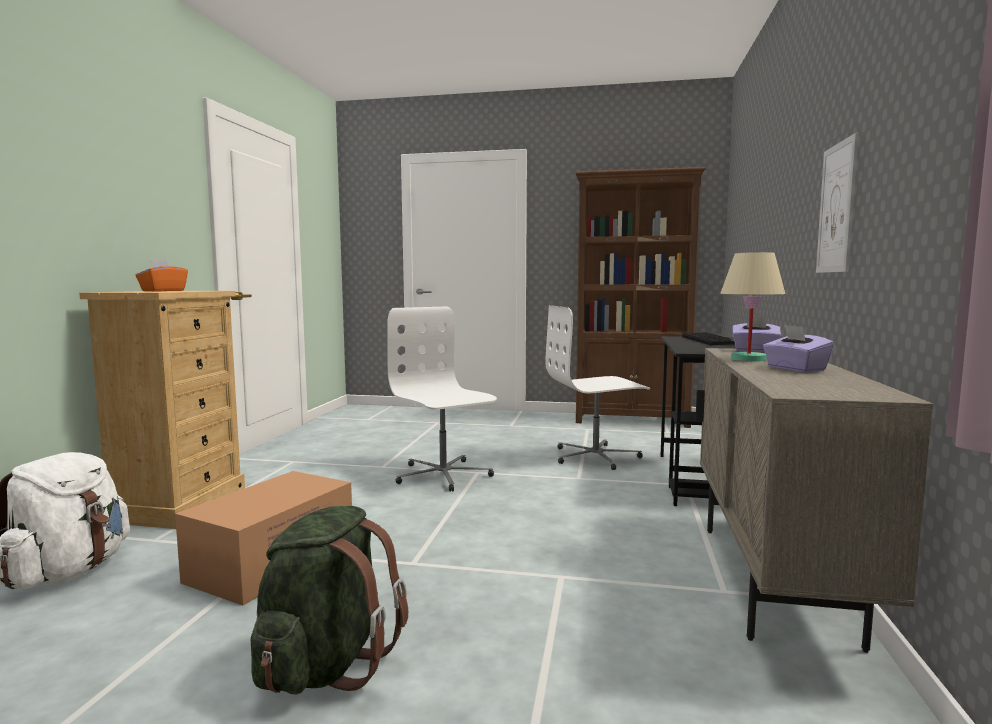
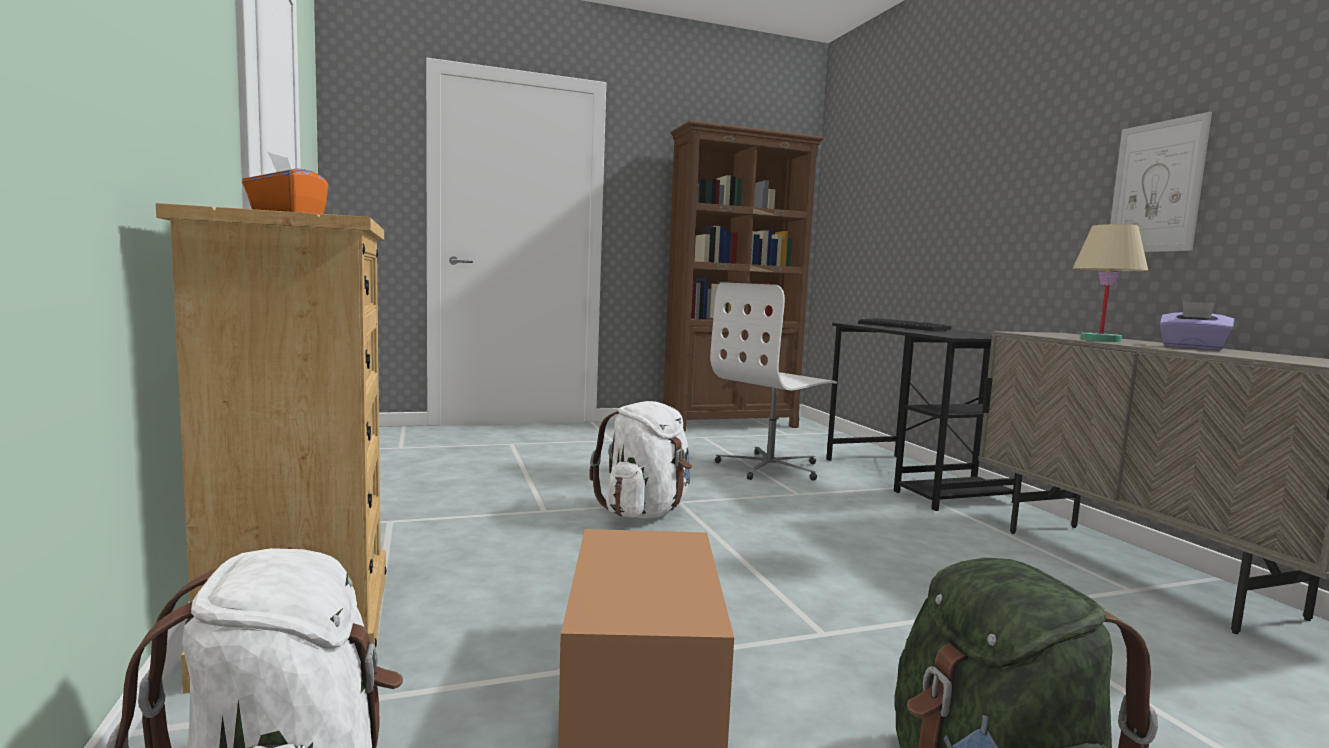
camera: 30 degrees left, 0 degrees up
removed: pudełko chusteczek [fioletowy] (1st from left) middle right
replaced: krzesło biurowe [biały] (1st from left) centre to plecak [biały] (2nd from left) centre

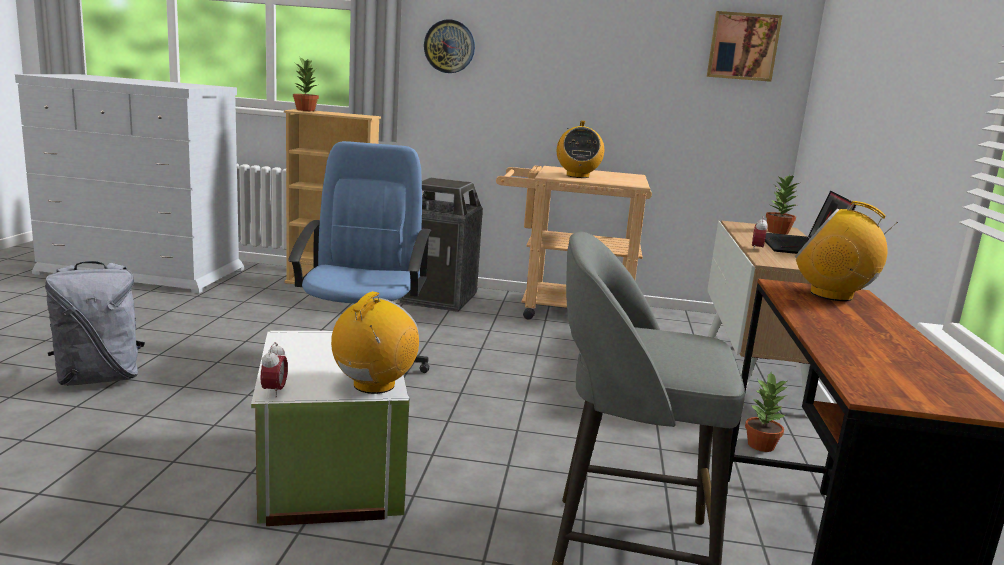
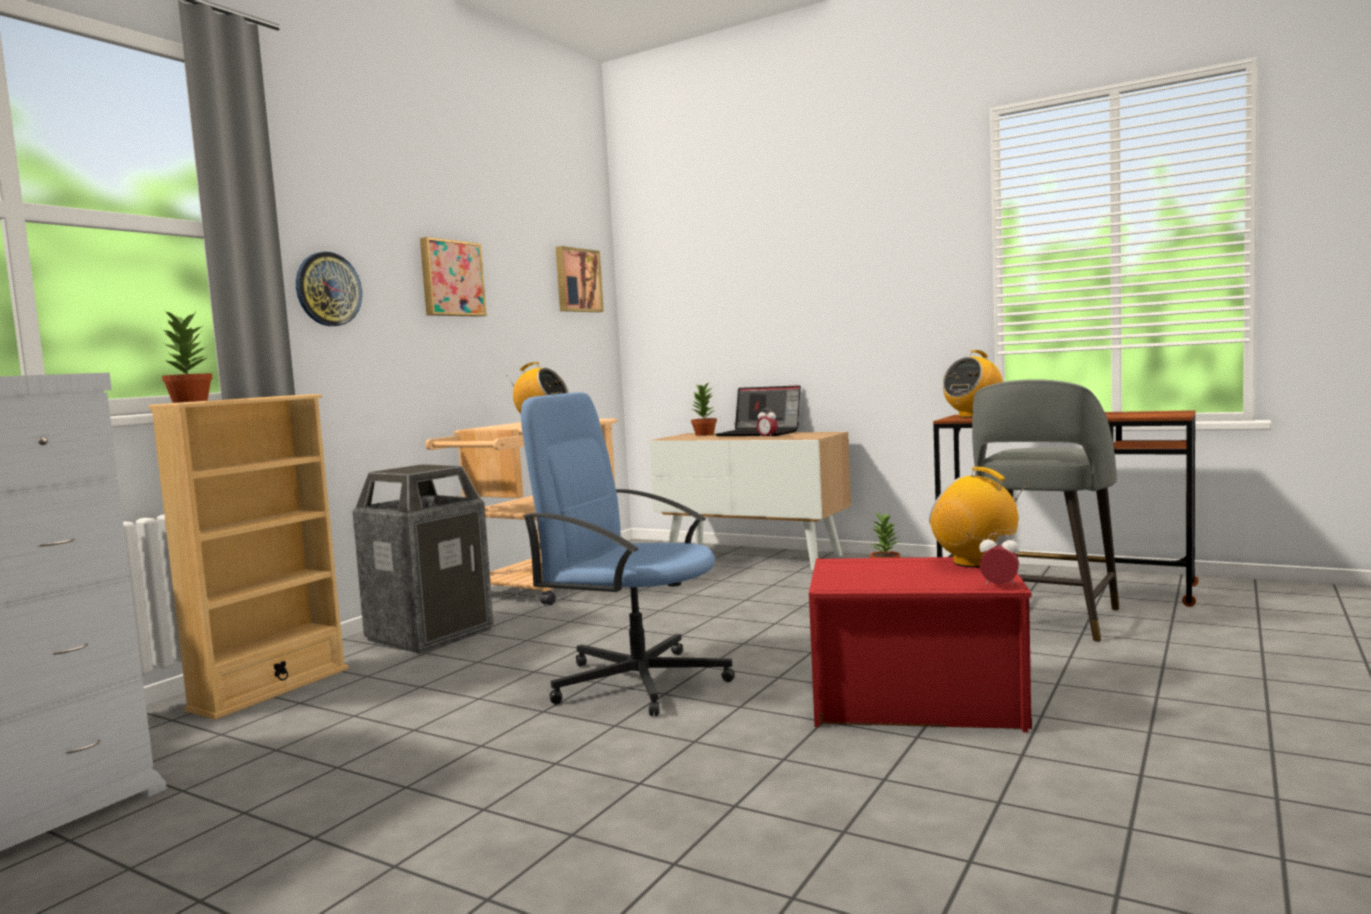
camera: 65 degrees left, 10 degrees down
removed: plecak [szary] middle left
added: obraz (1st from left) top left
recoloured: pojemnik do przechowywania [biały] bottom left to pojemnik do przechowywania [czerwony] bottom right

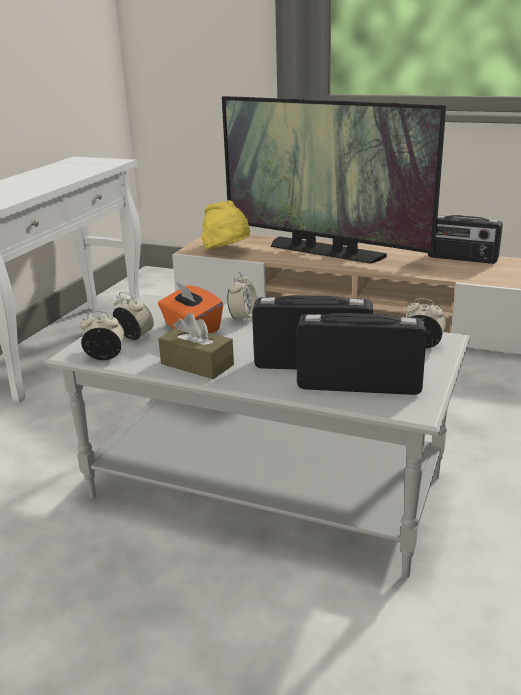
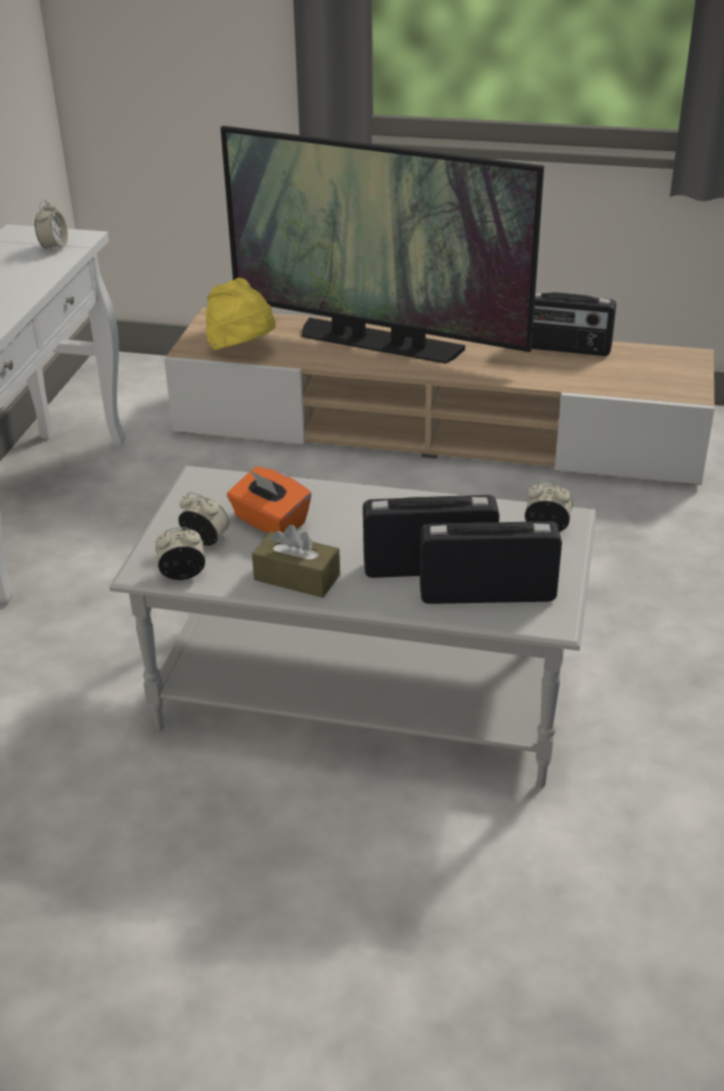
camera: 10 degrees left, 10 degrees up
moved: budzik (3rd from left in the first image) centre to budzik (1st from left) top left

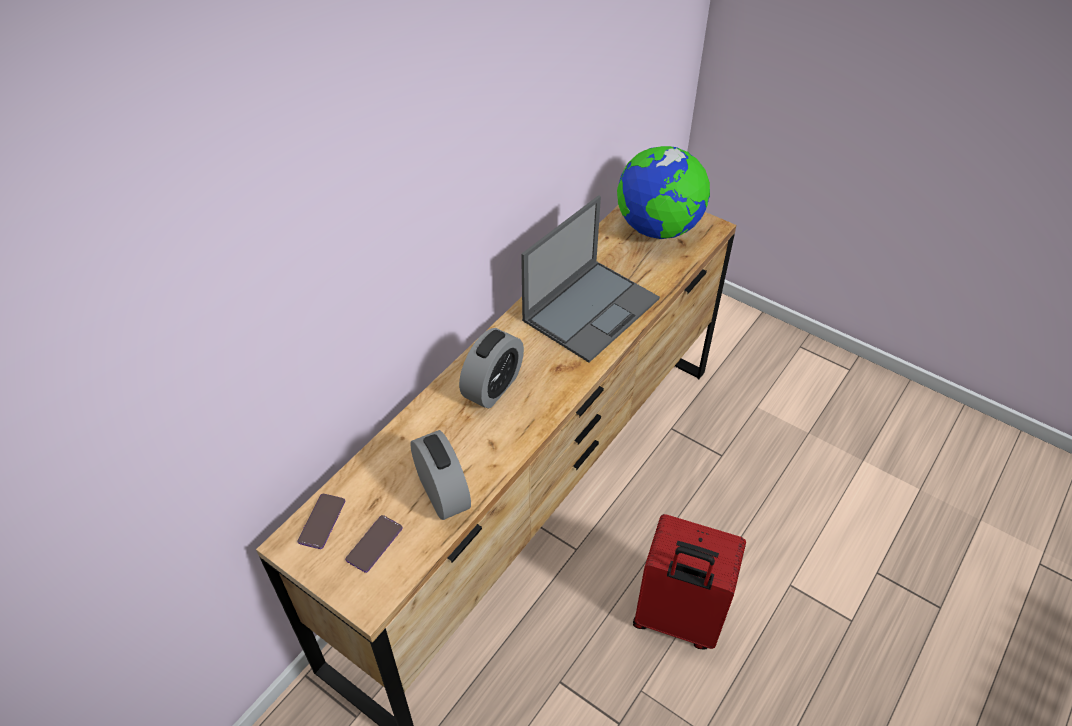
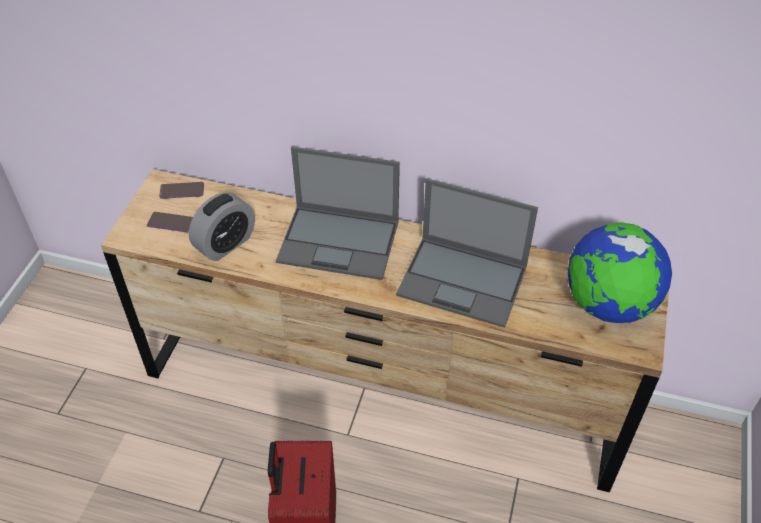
camera: 70 degrees right, 0 degrees up
replaced: budzik (2nd from left) centre to laptop (1st from left) centre

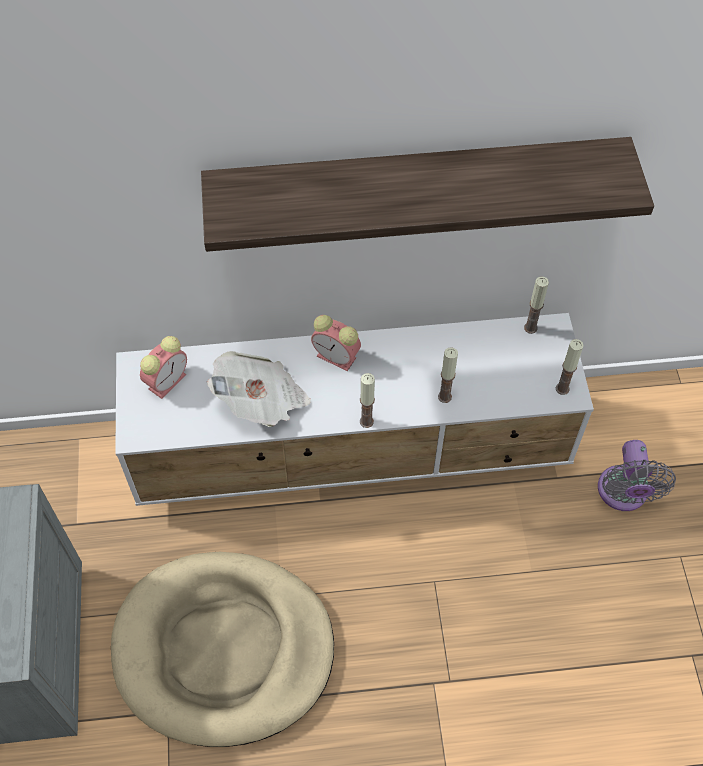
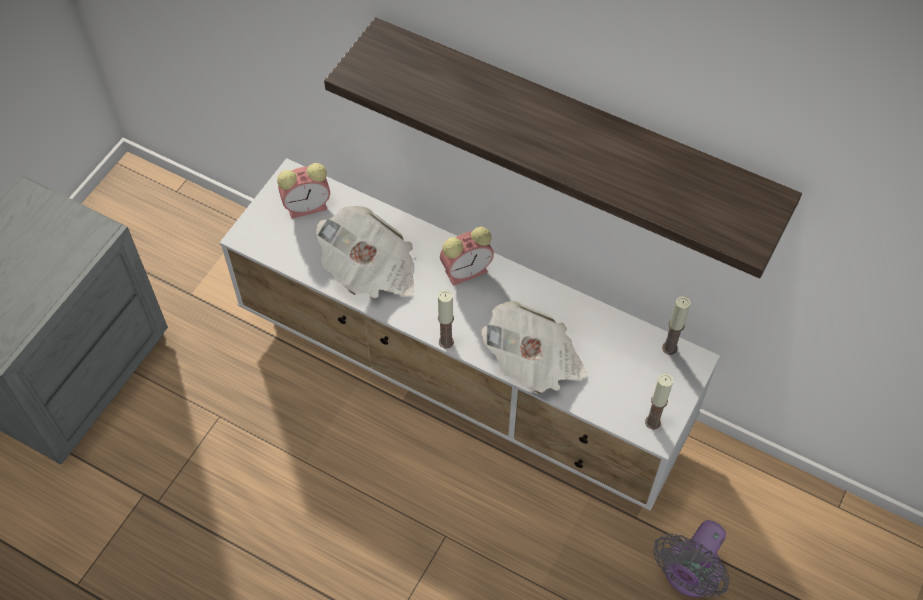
camera: 35 degrees right, 0 degrees up
removed: legowisko [beżowy] bottom left
replaced: świeca (2nd from left) centre to gazeta (2nd from left) centre
turned: budzik (2nd from left) centre = centre 90 degrees counterclockwise

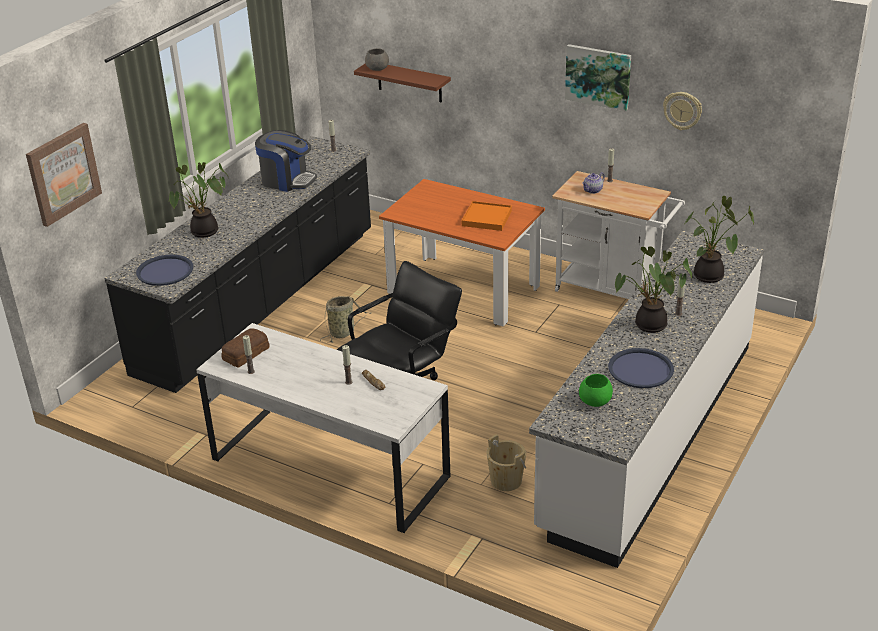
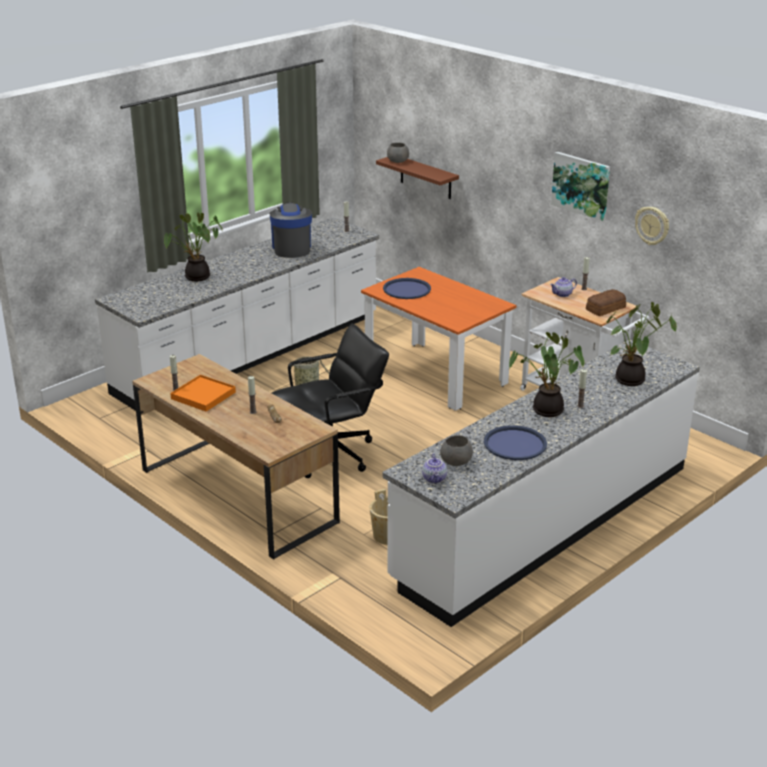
camera: 15 degrees right, 5 degrees down
removed: obraz (1st from left) top left
added: imbryk (1st from left) centre
moved: taca [niebieski] (1st from left) middle left to centre; chleb (1st from left in the first image) middle left to chleb (2nd from left) middle right; taca [pomarańczowy] centre to middle left
recoloured: zabudowa kuchenna [czarny] middle left to zabudowa kuchenna [biały] (1st from left) middle left; biurko [biały] bottom centre to biurko [brązowy] middle left; miska [zielony] middle right to miska [szary] (2nd from left) centre
turned: ekspres do kawy top left = top centre 135 degrees counterclockwise

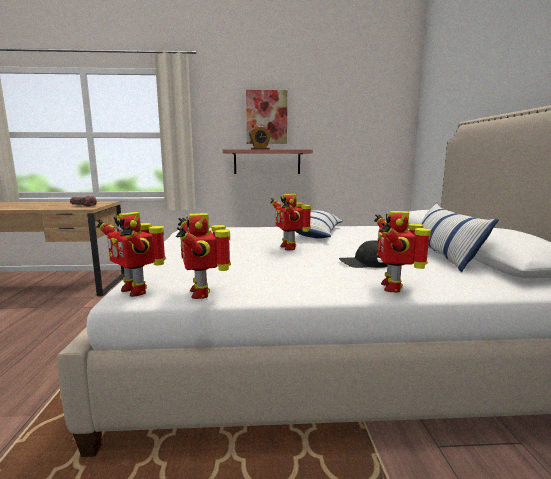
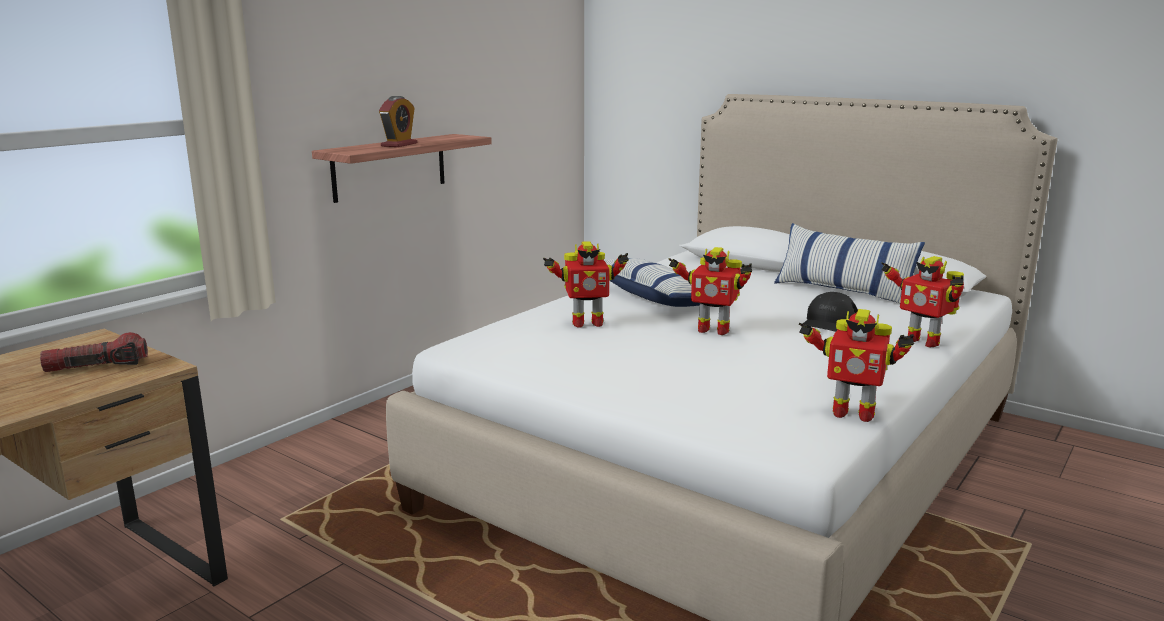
camera: 50 degrees left, 5 degrees up
removed: obraz top centre
moved: robot zabawkowy (1st from left) middle left to centre

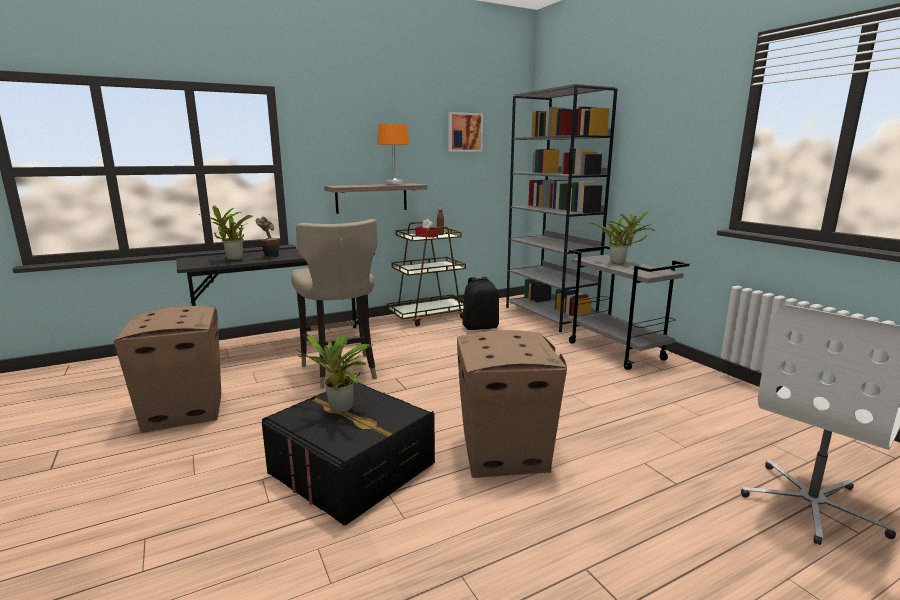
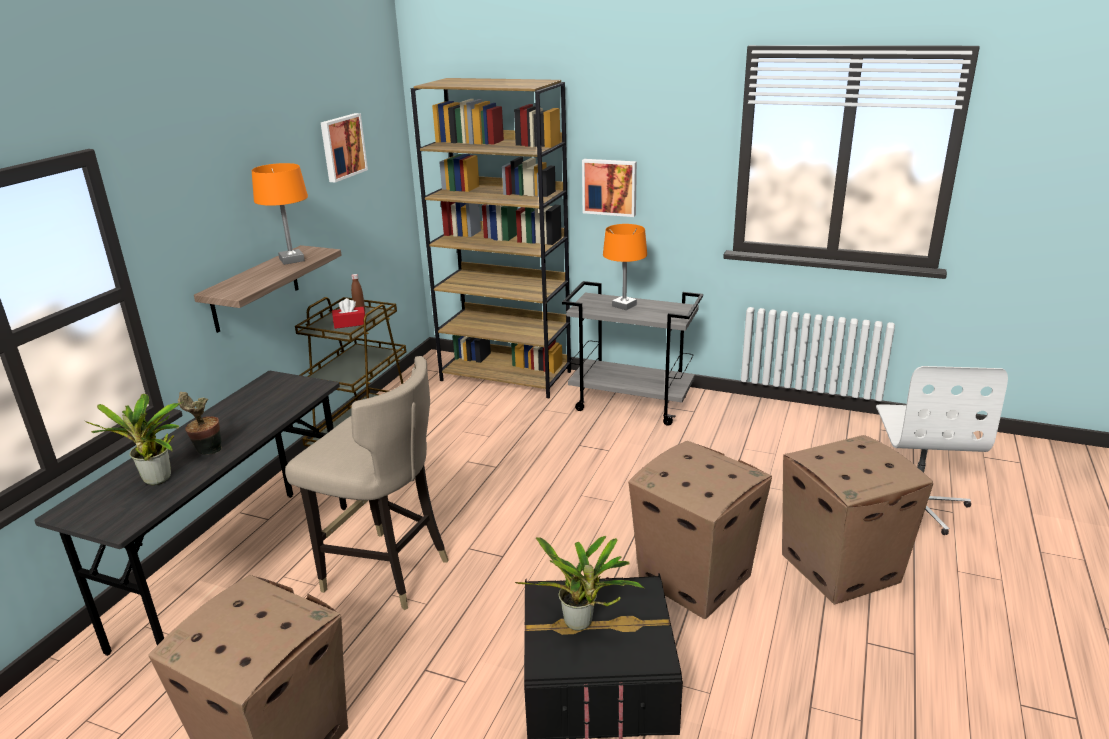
camera: 40 degrees left, 10 degrees up
removed: plecak [czarny] centre
added: obraz (2nd from left) top centre; karton (3rd from left) bottom right
replaced: roślina doniczkowa (4th from left) middle right to lampa stołowa [pomarańczowy] (2nd from left) centre
recoloured: regał [szary] centre to regał [brązowy] top centre

